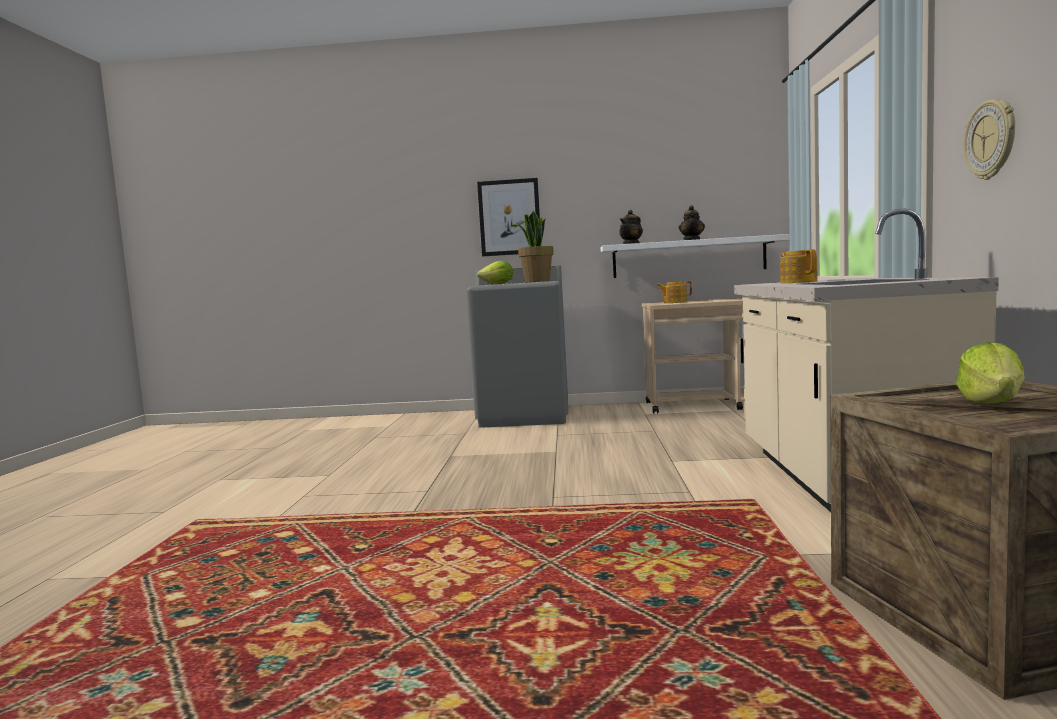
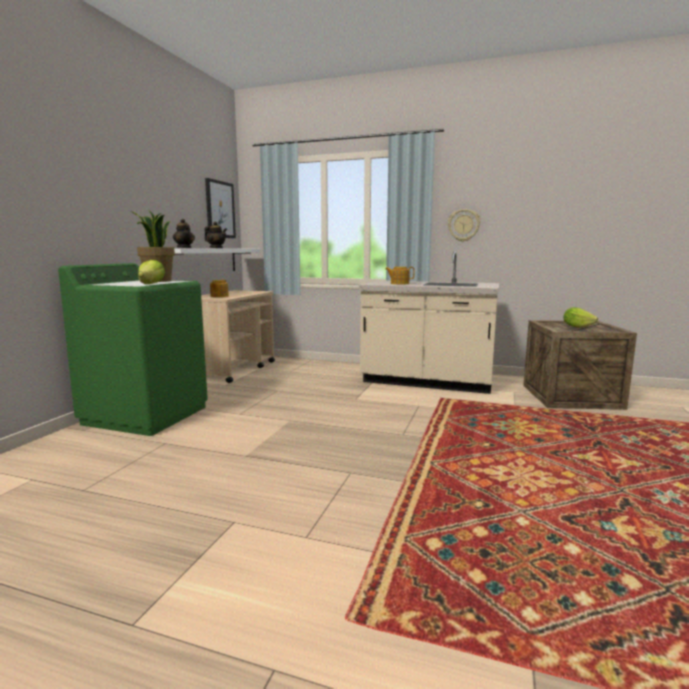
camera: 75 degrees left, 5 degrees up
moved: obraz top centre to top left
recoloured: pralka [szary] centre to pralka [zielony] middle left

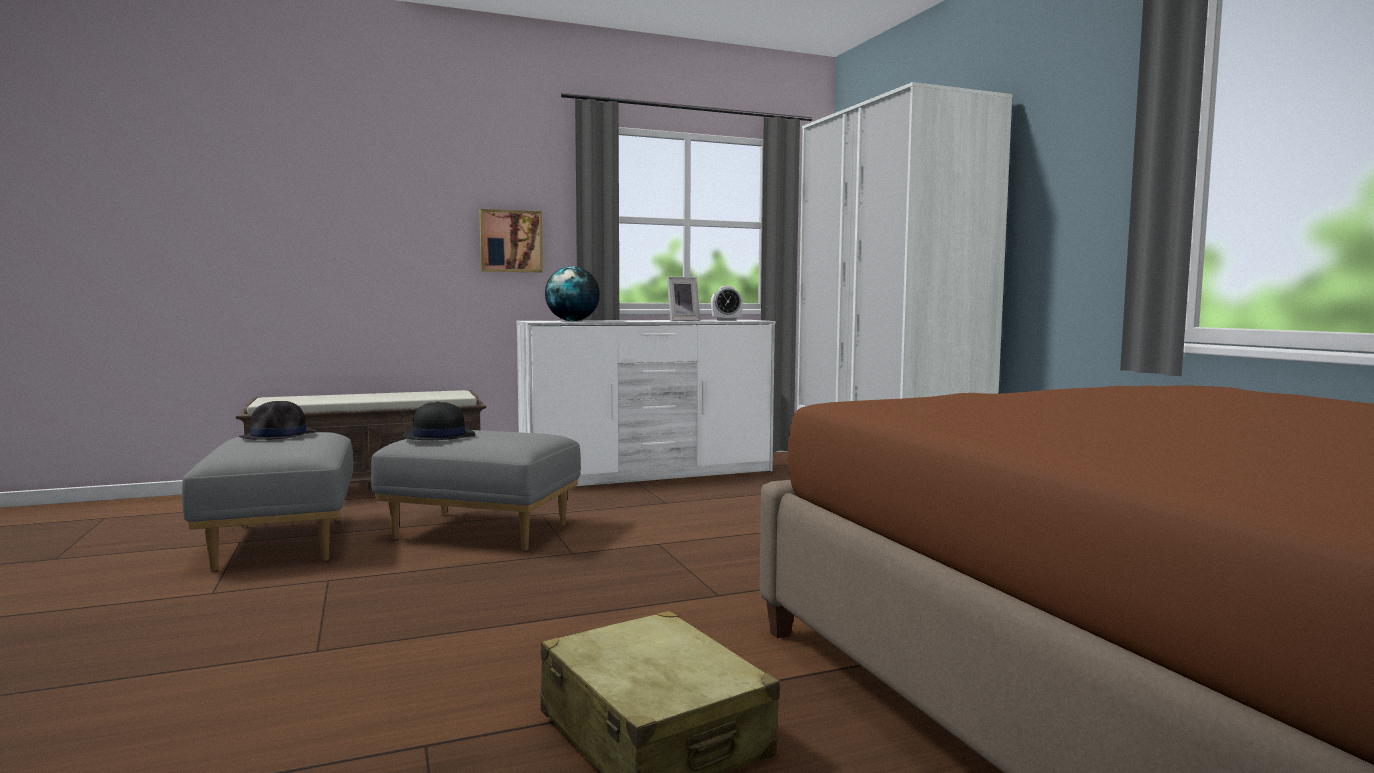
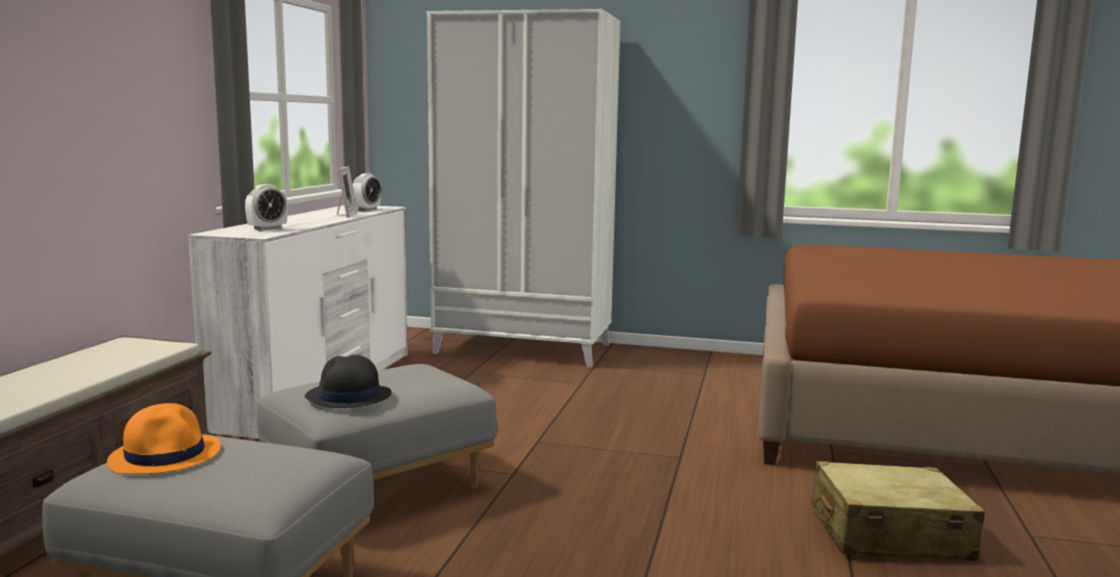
camera: 55 degrees left, 5 degrees up
removed: obraz top centre
replaced: globus centre to budzik (1st from left) middle left
recoloured: kapelusz [czarny] (1st from left) middle left to kapelusz [pomarańczowy] bottom left

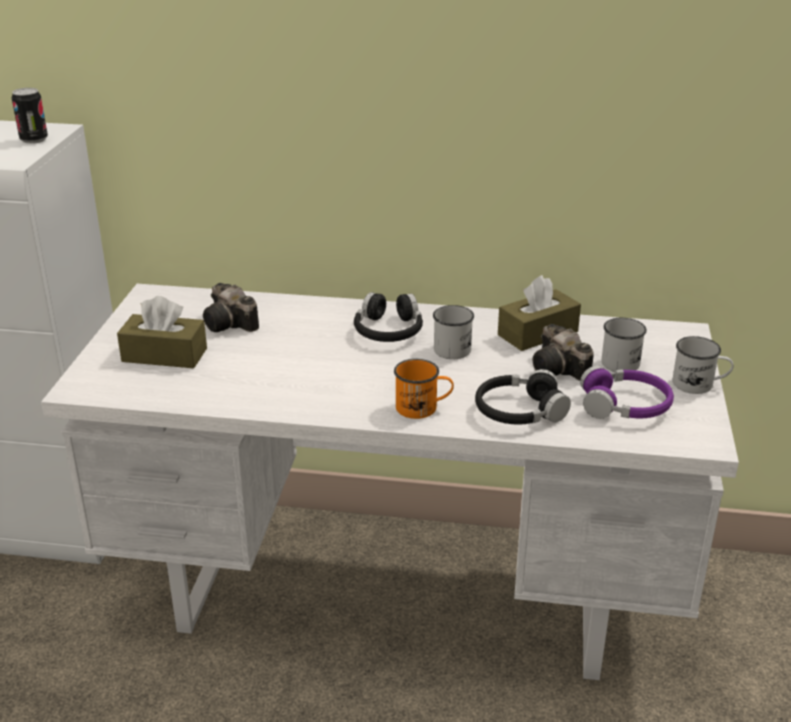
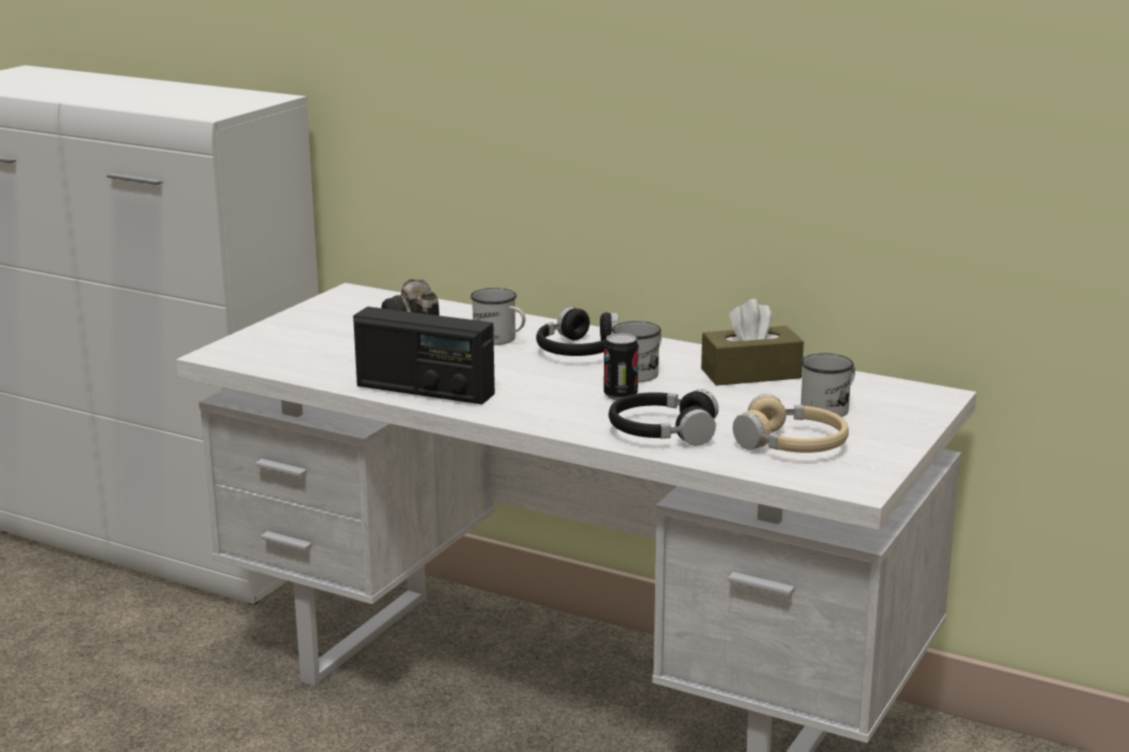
camera: 20 degrees right, 10 degrees down
removed: pudełko chusteczek [brązowy] (1st from left) middle left; kubek [pomarańczowy] centre; aparat fotograficzny (2nd from left) middle right
added: radio centre
moved: puszka top left to centre; kubek [biały] (3rd from left in the first image) middle right to kubek [biały] (1st from left) centre
recoloured: słuchawki [fioletowy] middle right to słuchawki [beżowy] middle right

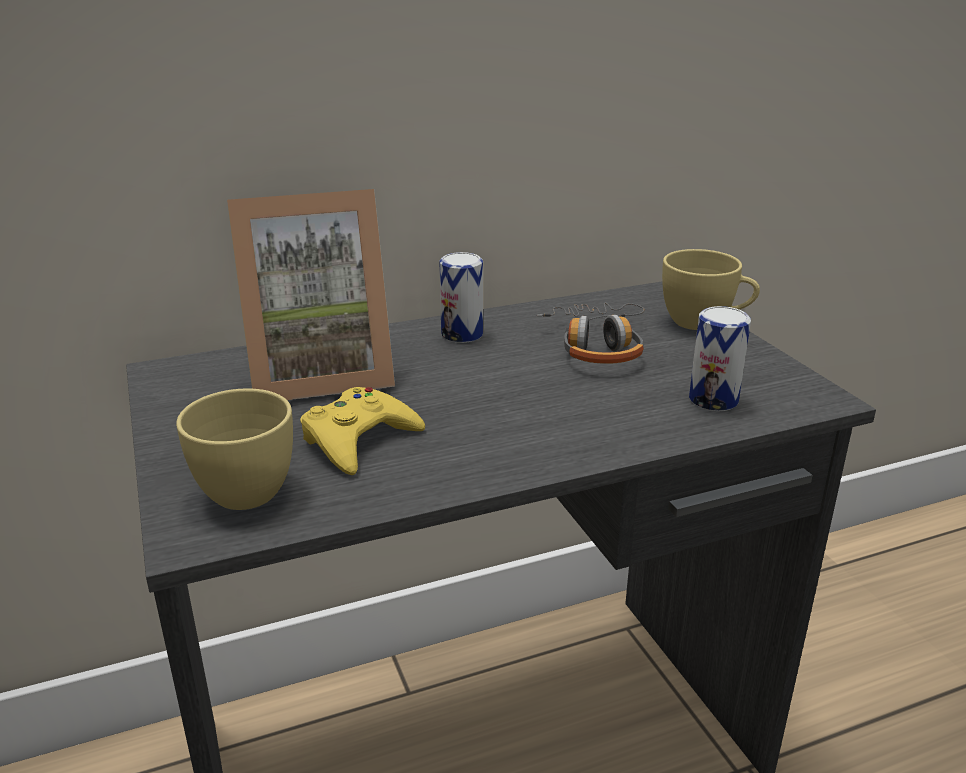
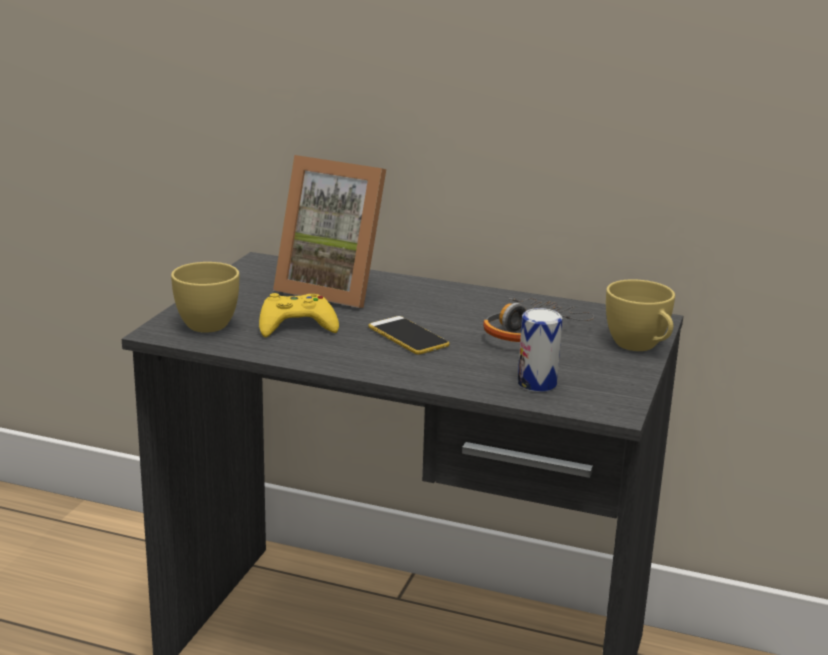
camera: 40 degrees right, 5 degrees down
removed: puszka (1st from left) centre
added: telefon centre

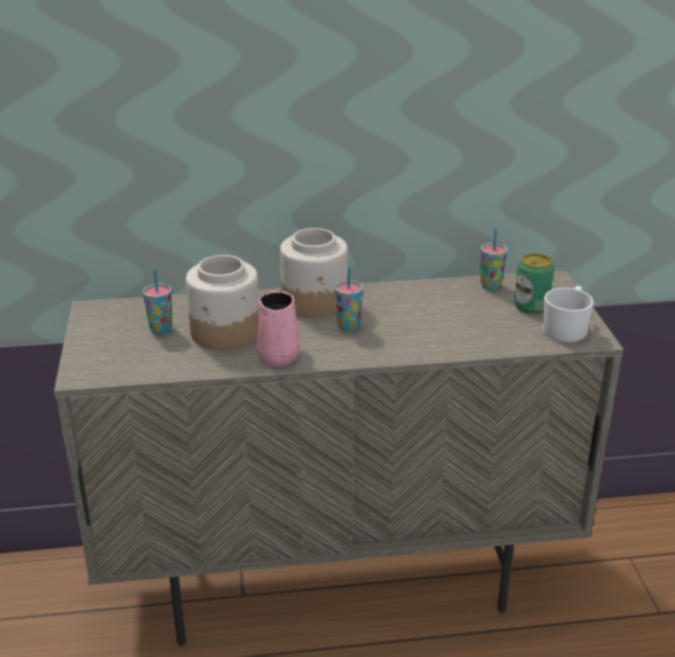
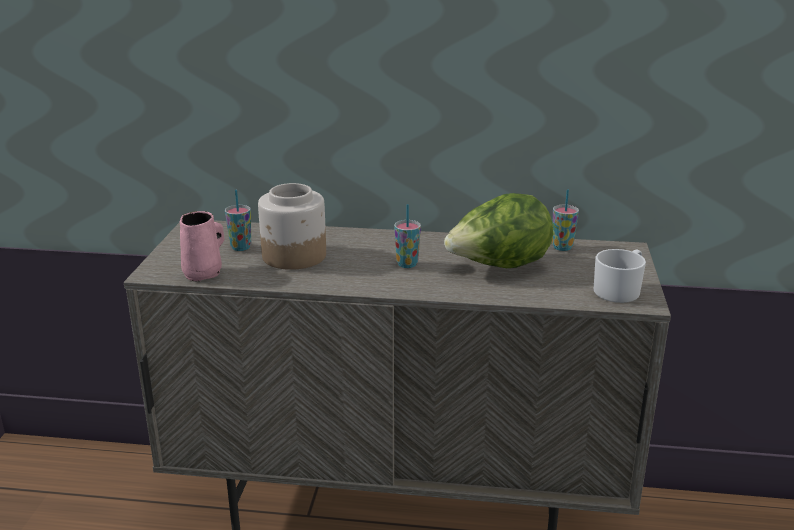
camera: 15 degrees right, 5 degrees down
removed: słoik (2nd from left) centre; puszka middle right
added: sałata centre
moved: kubek [różowy] centre to middle left

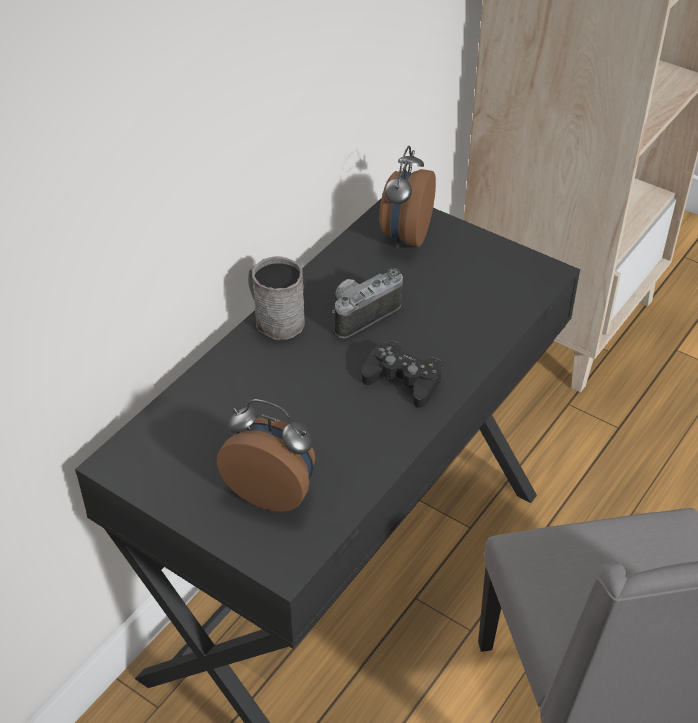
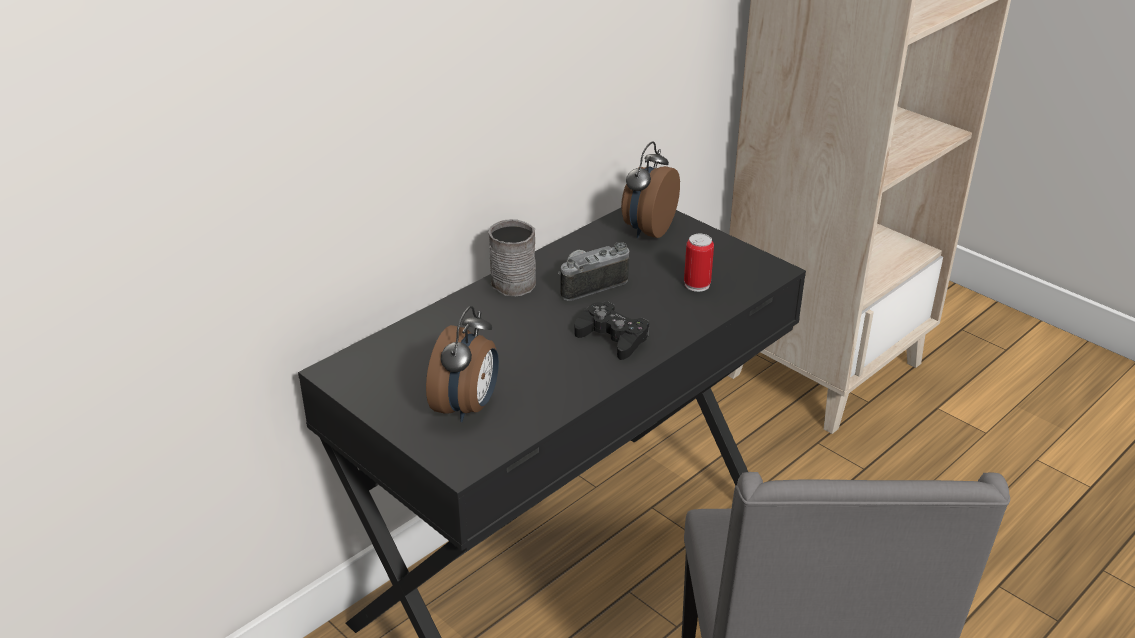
camera: 10 degrees right, 10 degrees down
added: puszka centre
turned: budzik (1st from left) centre = centre 75 degrees clockwise

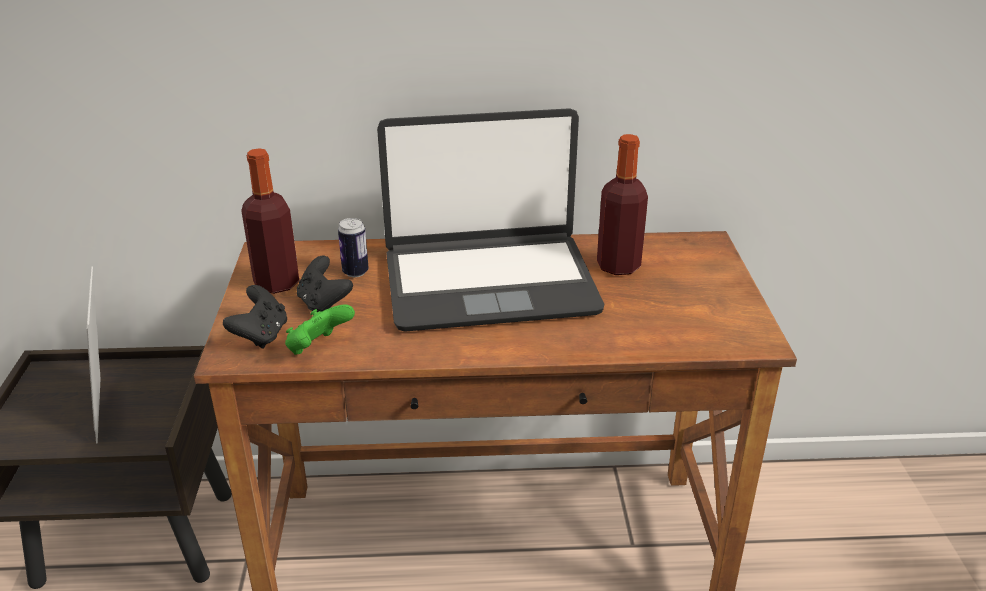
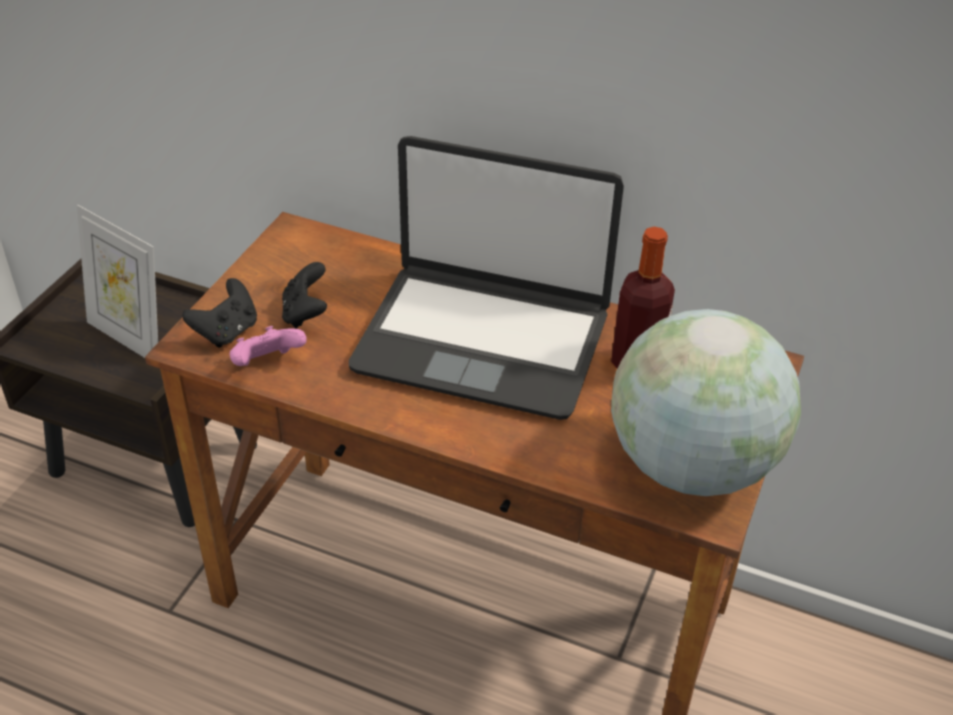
camera: 25 degrees right, 10 degrees up
removed: butelka (1st from left) middle left; puszka centre
added: globus middle right
recoloured: pad do gier [zielony] middle left to pad do gier [różowy] middle left
turned: ramka na zdjęcie middle left = middle left 60 degrees counterclockwise

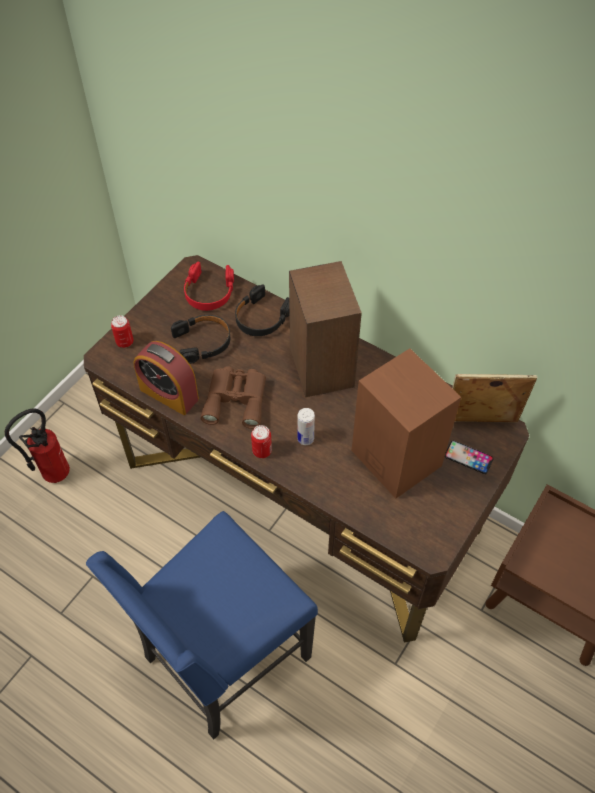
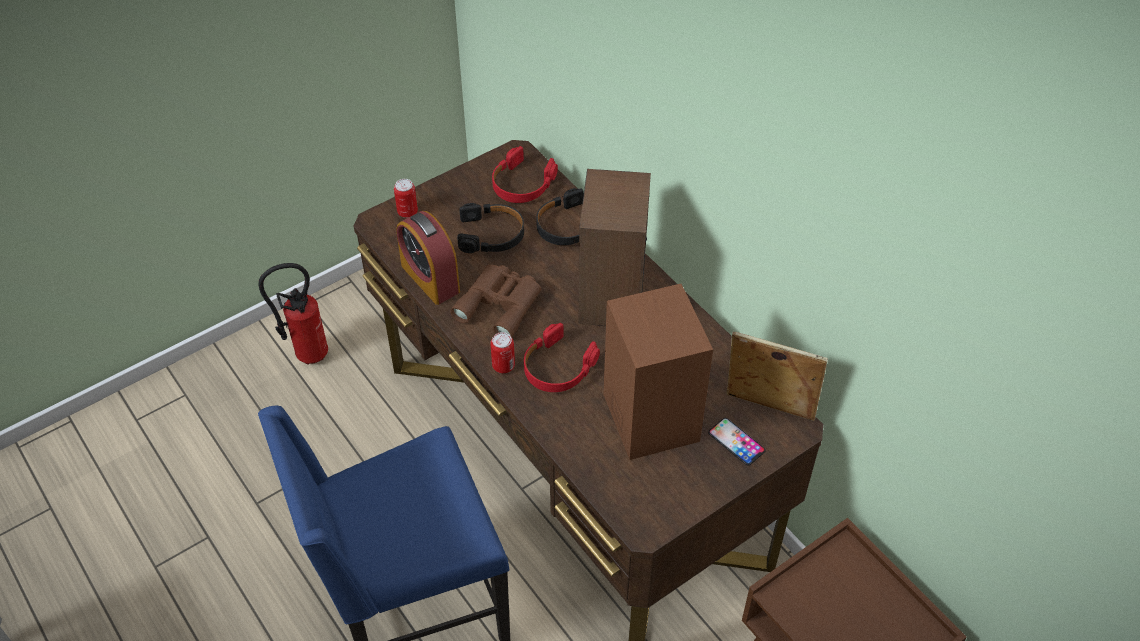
camera: 20 degrees right, 5 degrees down
replaced: puszka (3rd from left) centre to słuchawki [czerwony] (2nd from left) centre

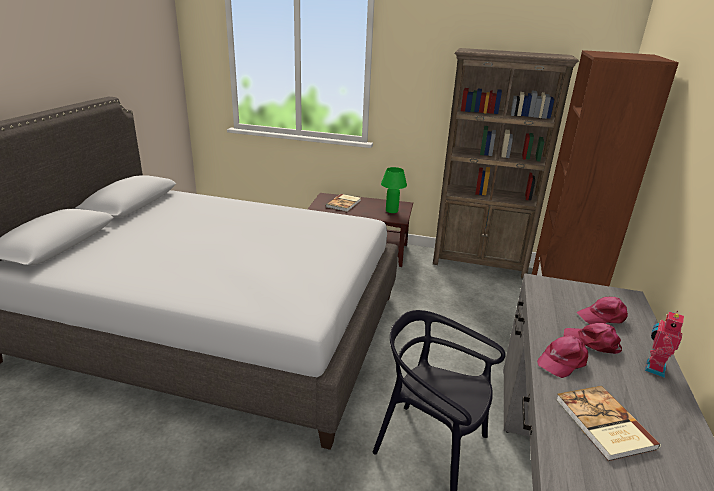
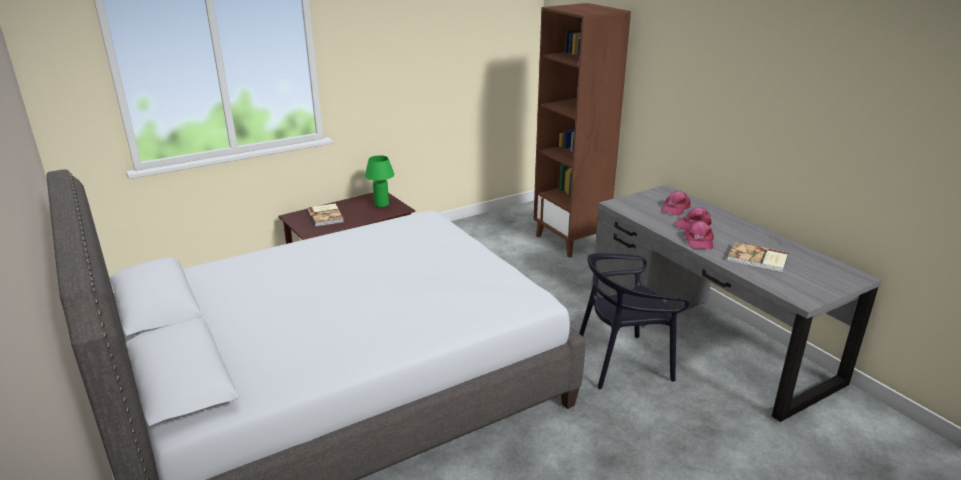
camera: 45 degrees left, 0 degrees up
removed: regał [brązowy] (1st from left) top right; robot zabawkowy bottom right

